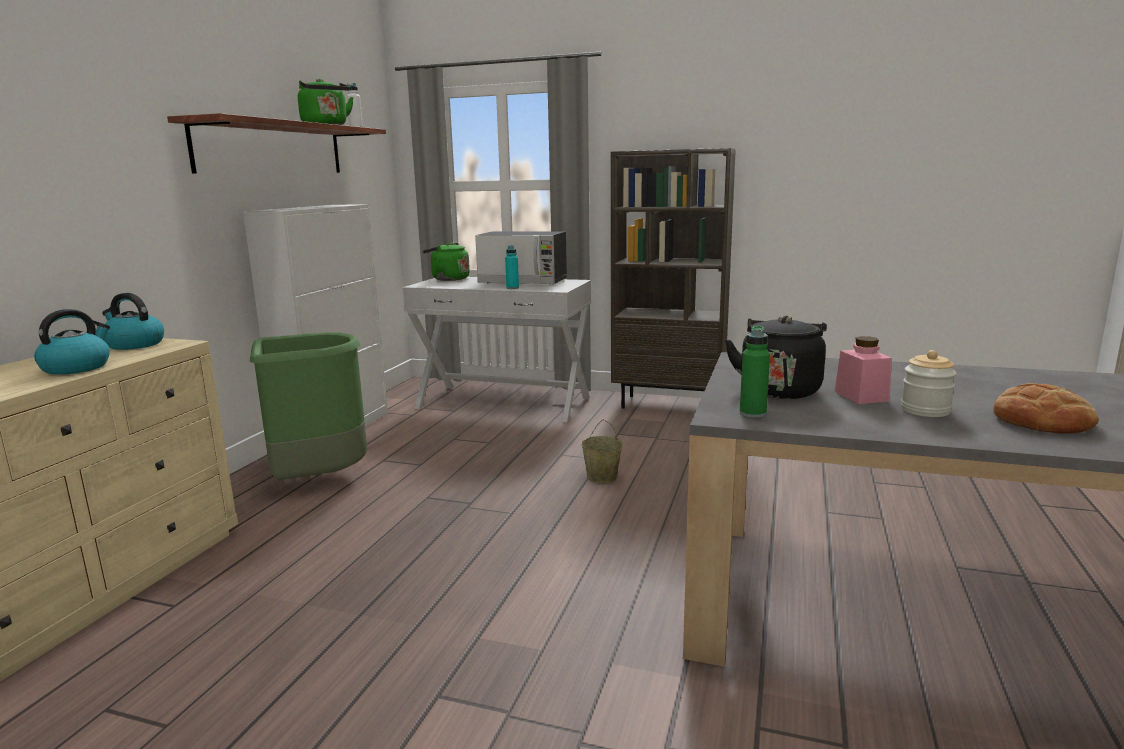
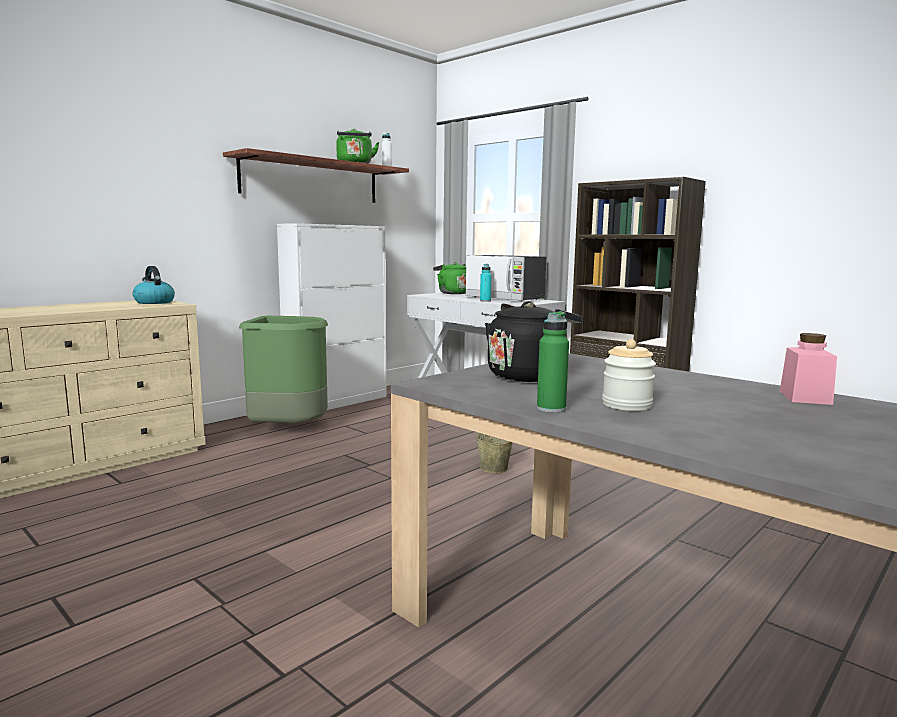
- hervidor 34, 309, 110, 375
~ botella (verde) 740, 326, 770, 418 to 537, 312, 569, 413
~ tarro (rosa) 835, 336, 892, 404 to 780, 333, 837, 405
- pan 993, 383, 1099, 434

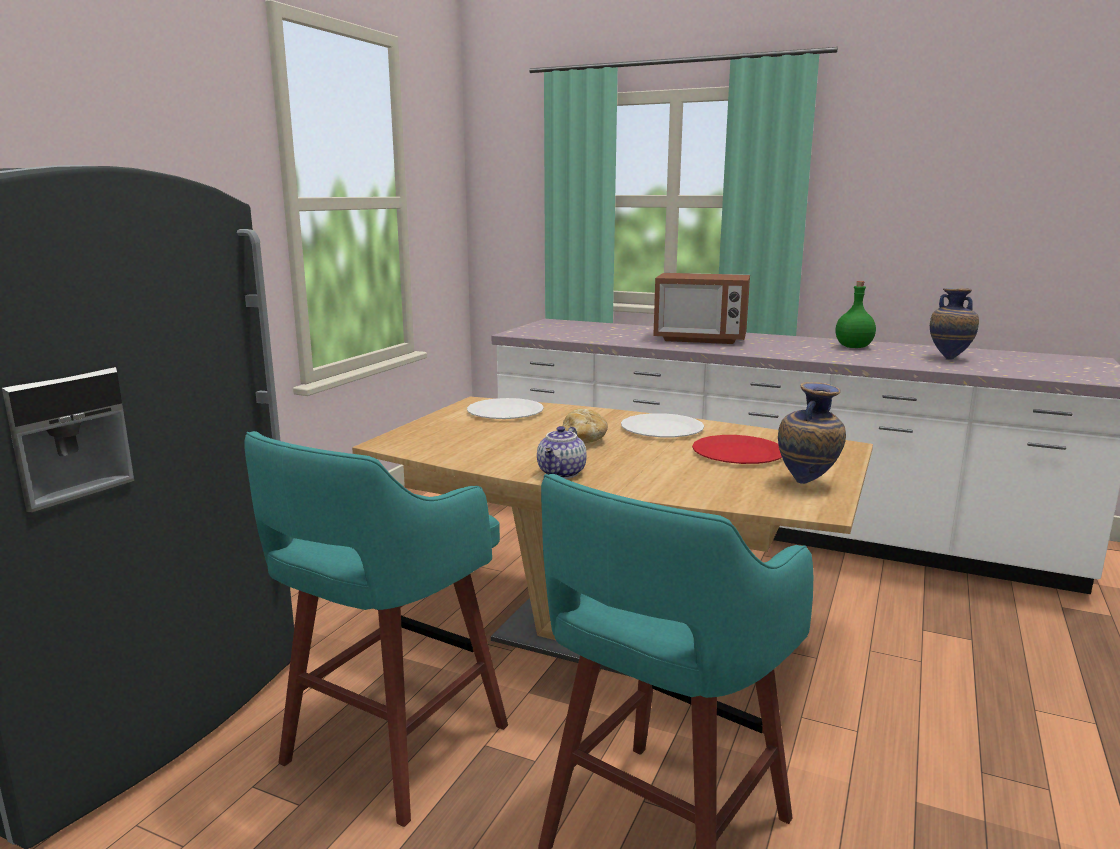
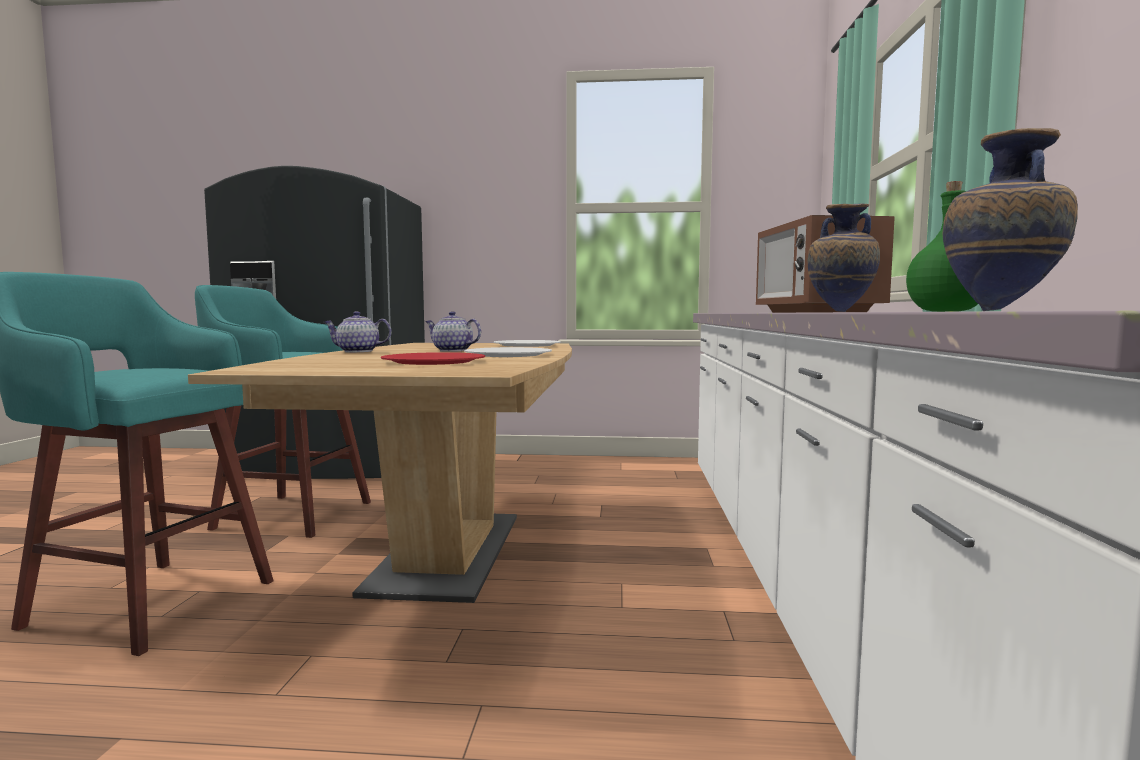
~ pan 562, 408, 608, 443 to tetera 425, 311, 481, 352
~ florero 778, 382, 846, 484 to 808, 203, 880, 312

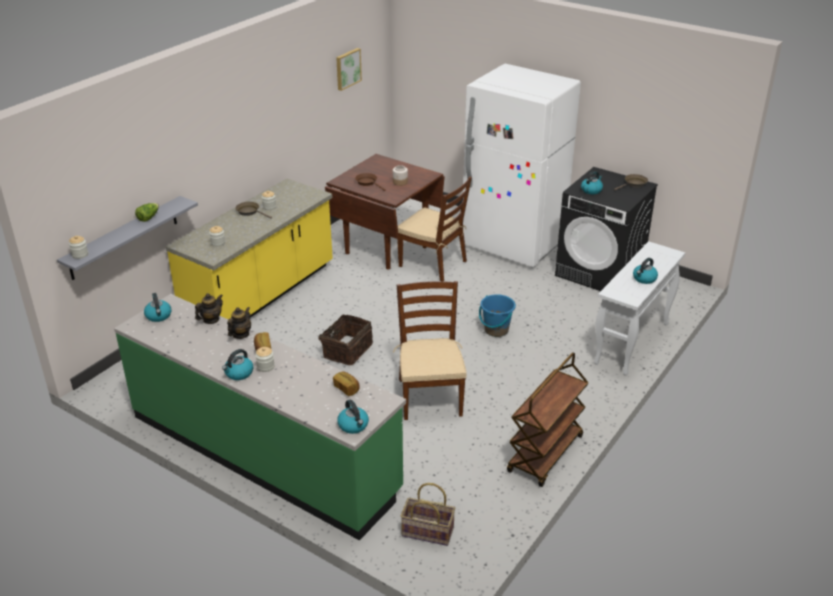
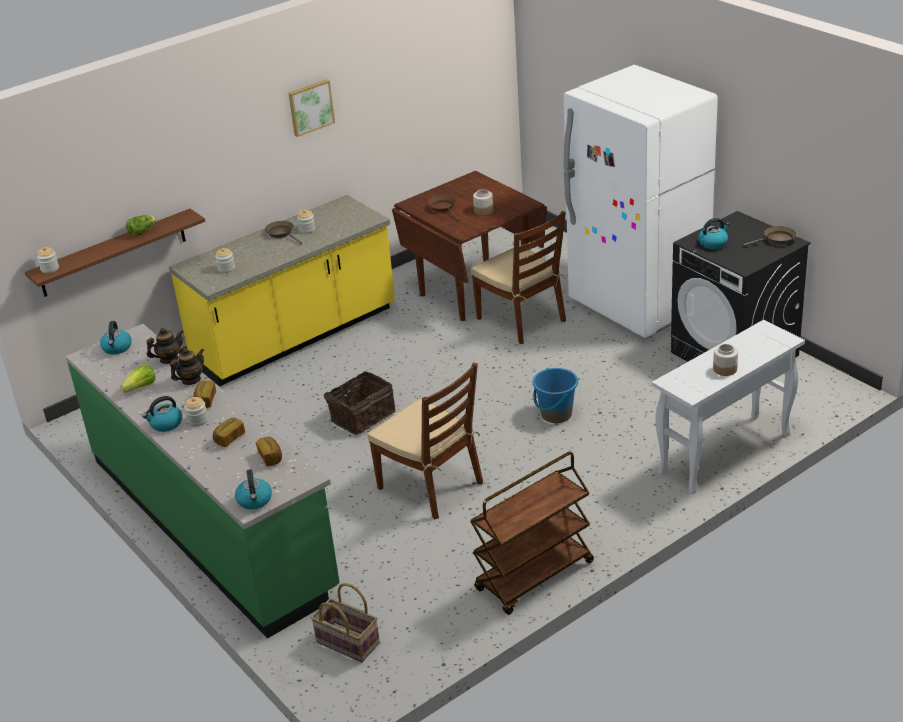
~ estante (gris) 57, 196, 198, 280 to estante (marrón) 25, 209, 205, 297
~ cuadro 336, 48, 362, 91 to 288, 79, 335, 137
~ silla (marrón) 393, 281, 467, 420 = 367, 362, 483, 520 120 degrees clockwise
~ hervidor 633, 258, 658, 284 to tarro 713, 344, 738, 376
+ lechuga 120, 364, 155, 393
+ pan 213, 418, 245, 447

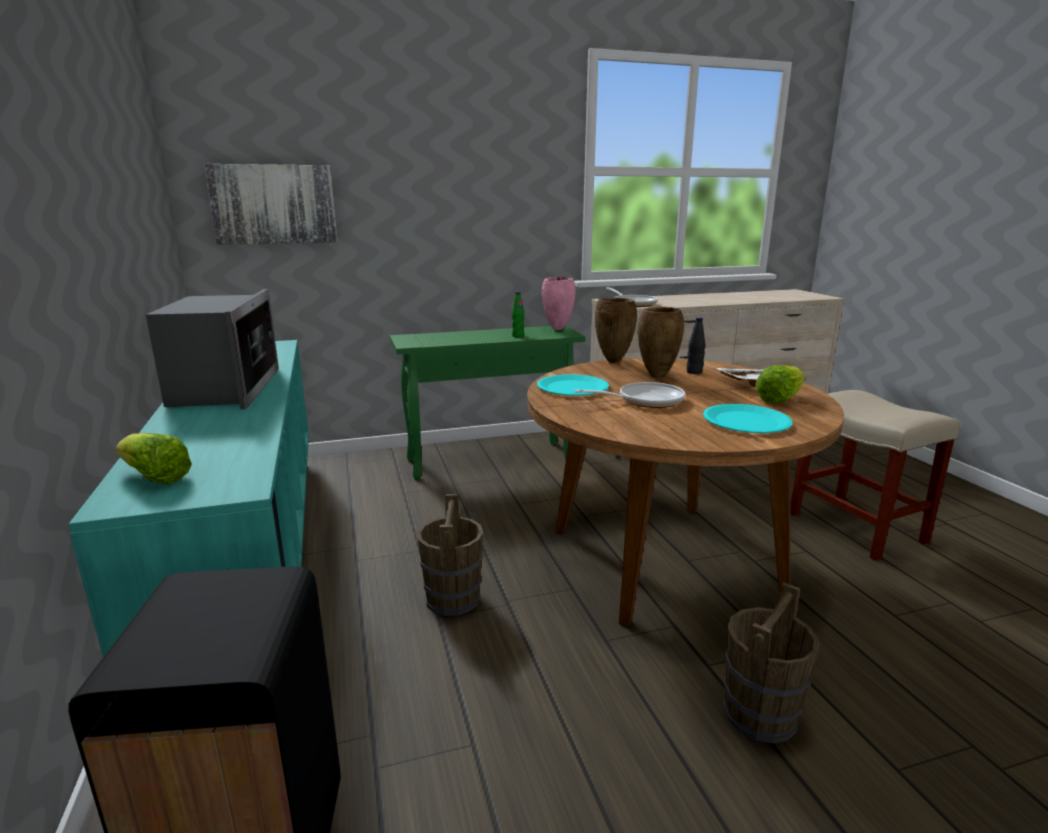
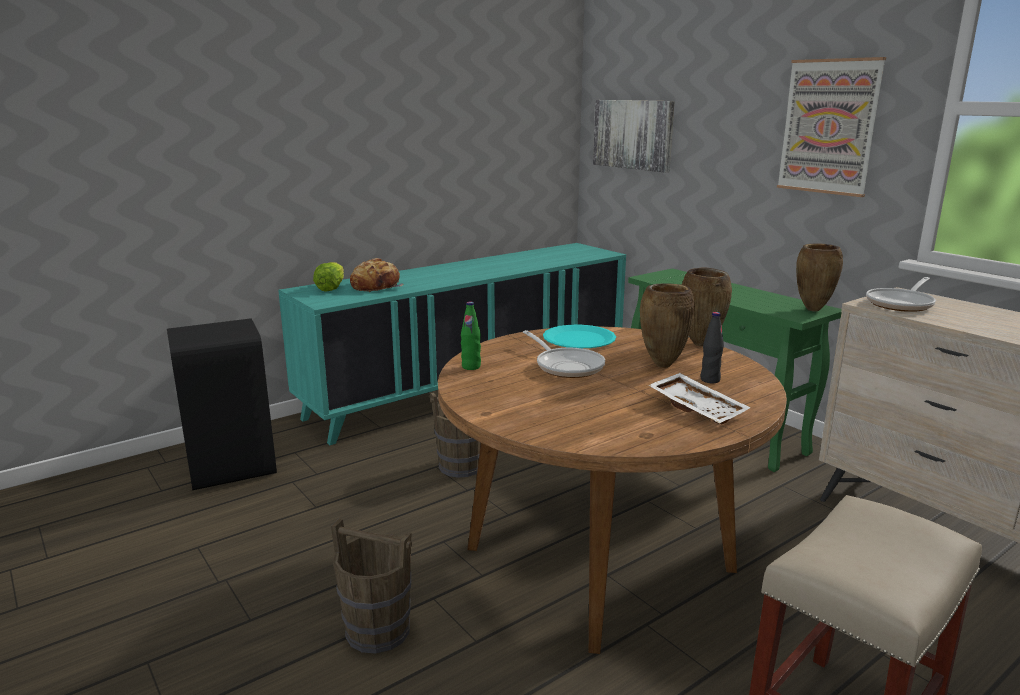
- microondas 146, 289, 279, 409
~ botella (verde) 512, 292, 524, 337 to 461, 302, 481, 370
~ florero (rosa) 542, 277, 575, 330 to florero (marrón) 796, 244, 843, 312
- plato (turquesa) 703, 404, 792, 433
- lechuga 755, 366, 806, 404
+ pan 350, 258, 403, 292
+ cuadro 777, 57, 886, 197

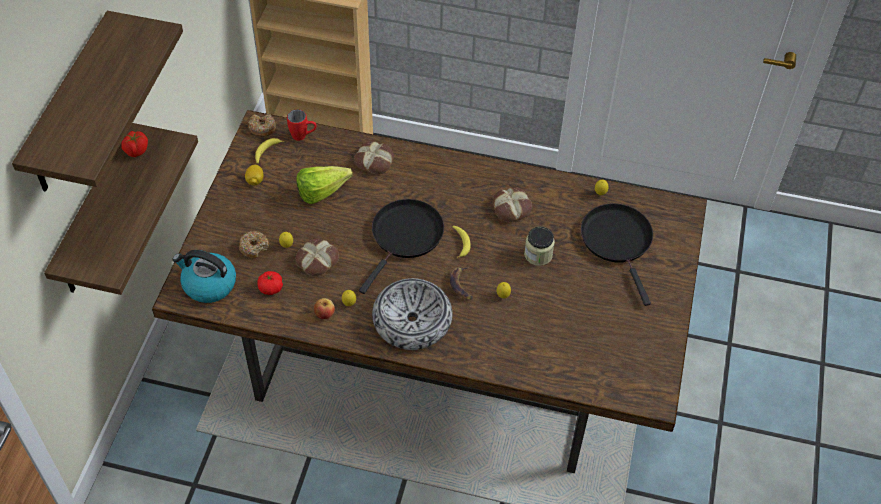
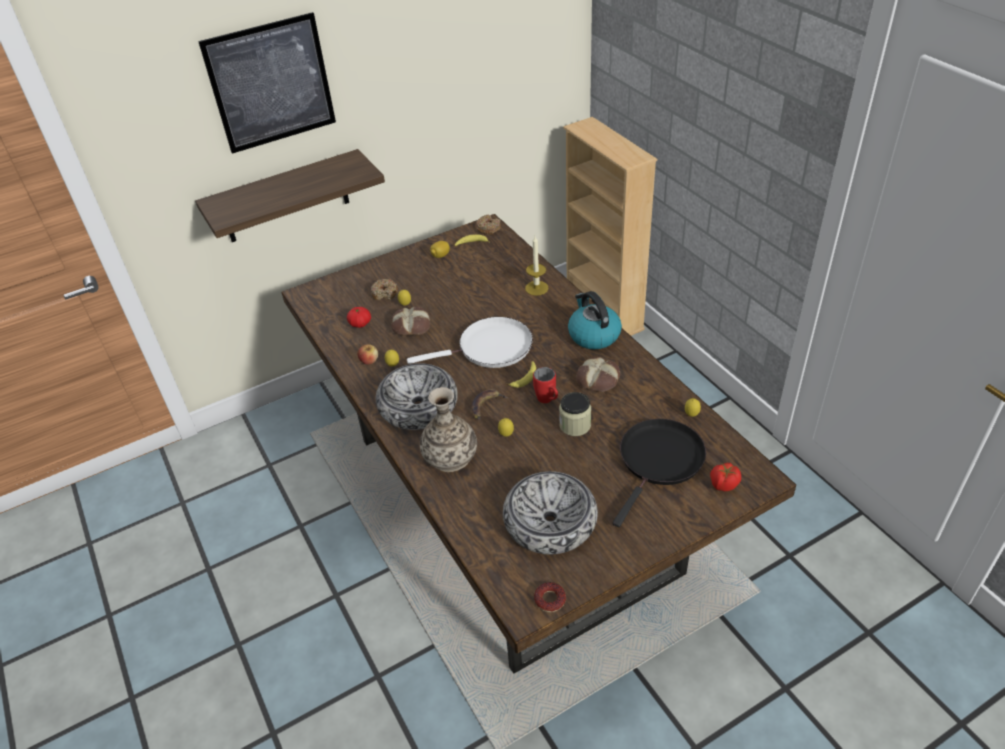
~ estante 12, 11, 183, 192 to cuadro 198, 12, 336, 154
~ tomate 121, 131, 148, 157 to 710, 463, 741, 491
~ hervidor 172, 250, 236, 303 to 568, 291, 622, 349
~ taza grande (rojo) 287, 109, 316, 141 to 533, 367, 558, 403
- lechuga 297, 166, 353, 204
~ pan 354, 141, 394, 174 to vela 525, 236, 549, 296
~ sartén (negro) 359, 199, 444, 294 to sartén (blanco) 407, 317, 533, 368
+ florero 420, 387, 477, 472
+ cuenco 503, 471, 598, 554
+ rosquilla 534, 582, 566, 612

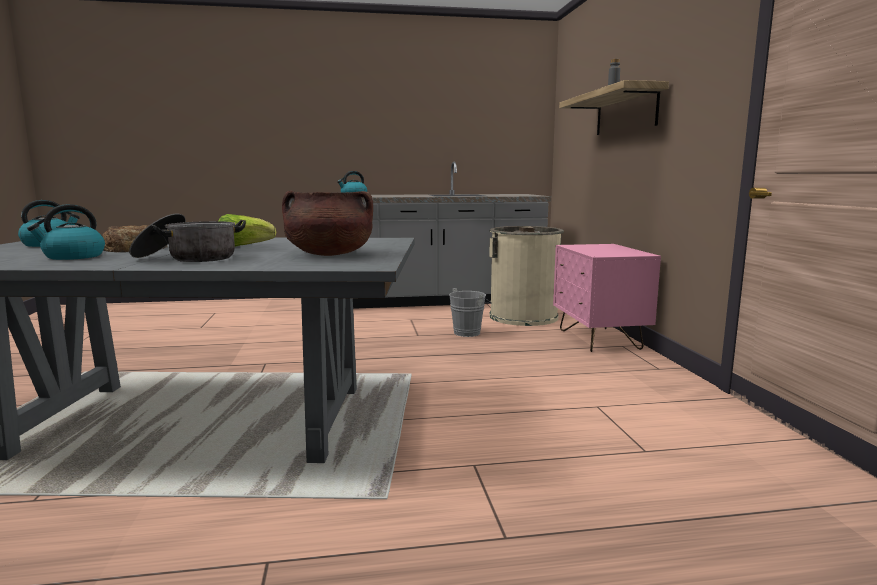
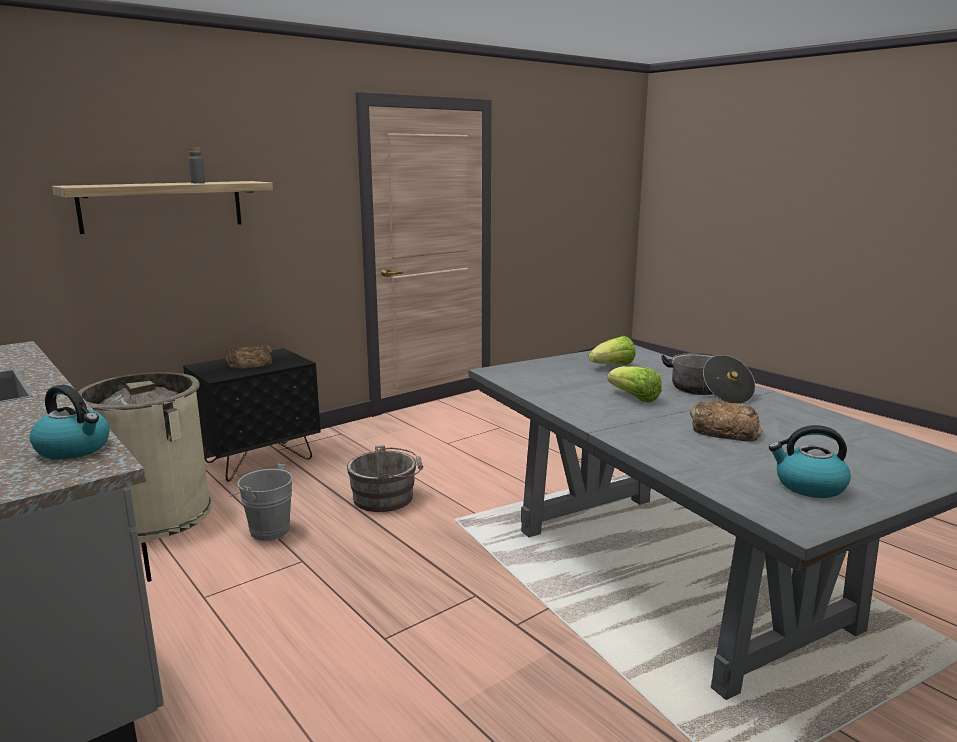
- hervidor 27, 204, 105, 260
~ olla (marrón) 282, 191, 373, 256 to lechuga 589, 336, 636, 365
~ mesita de noche (rosa) 553, 244, 661, 352 to mesita de noche (negro) 183, 348, 321, 482
+ pan 225, 345, 272, 369
+ cubo (gris) 347, 445, 423, 512

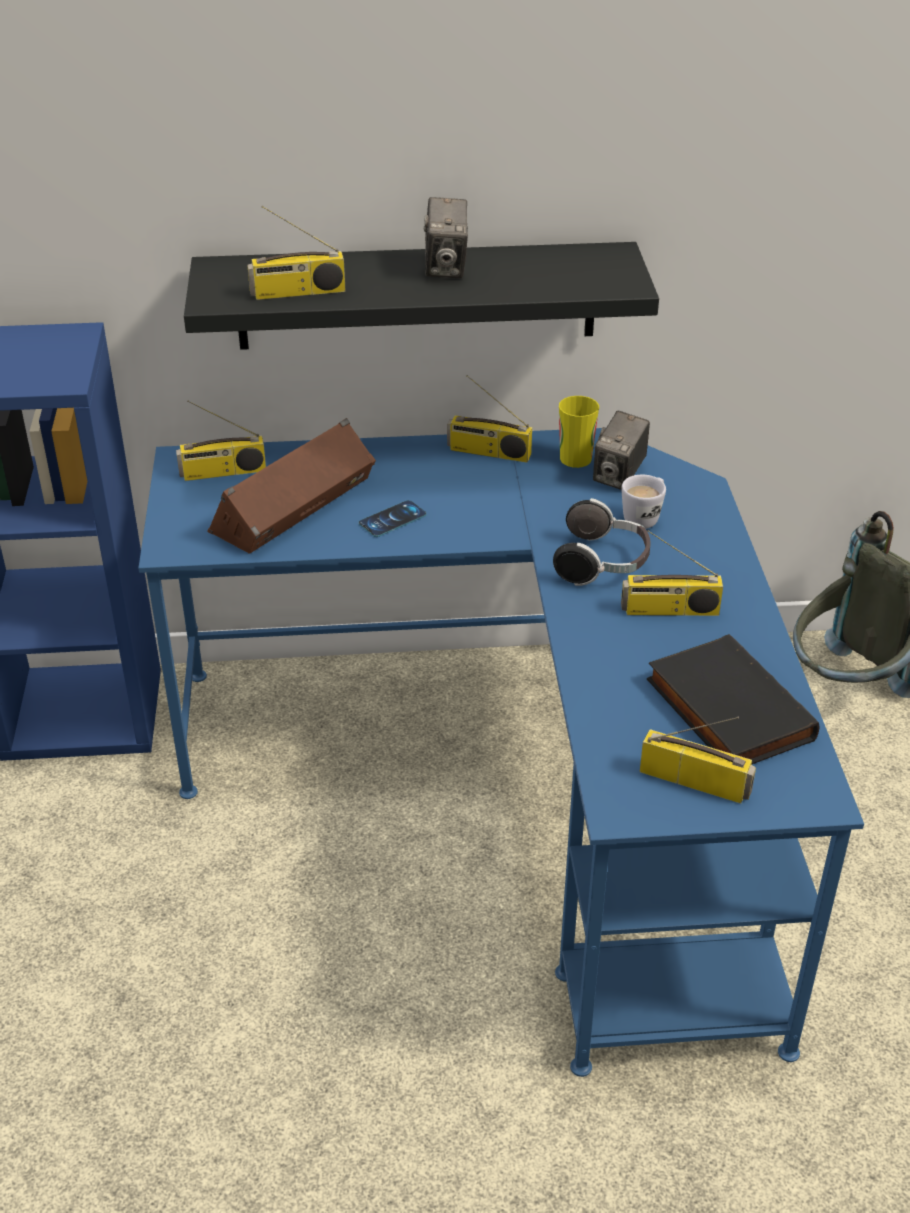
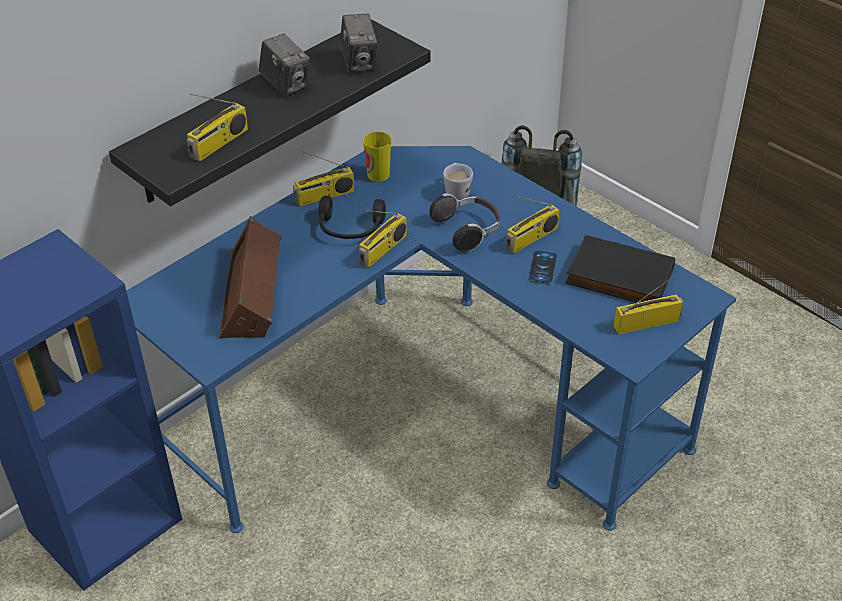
~ radio 176, 401, 266, 481 to 359, 210, 407, 268
~ móvil 358, 500, 427, 537 to 528, 251, 557, 285
~ cámara 593, 411, 650, 490 to 340, 14, 377, 72
+ auriculares (negro) 319, 196, 386, 239

